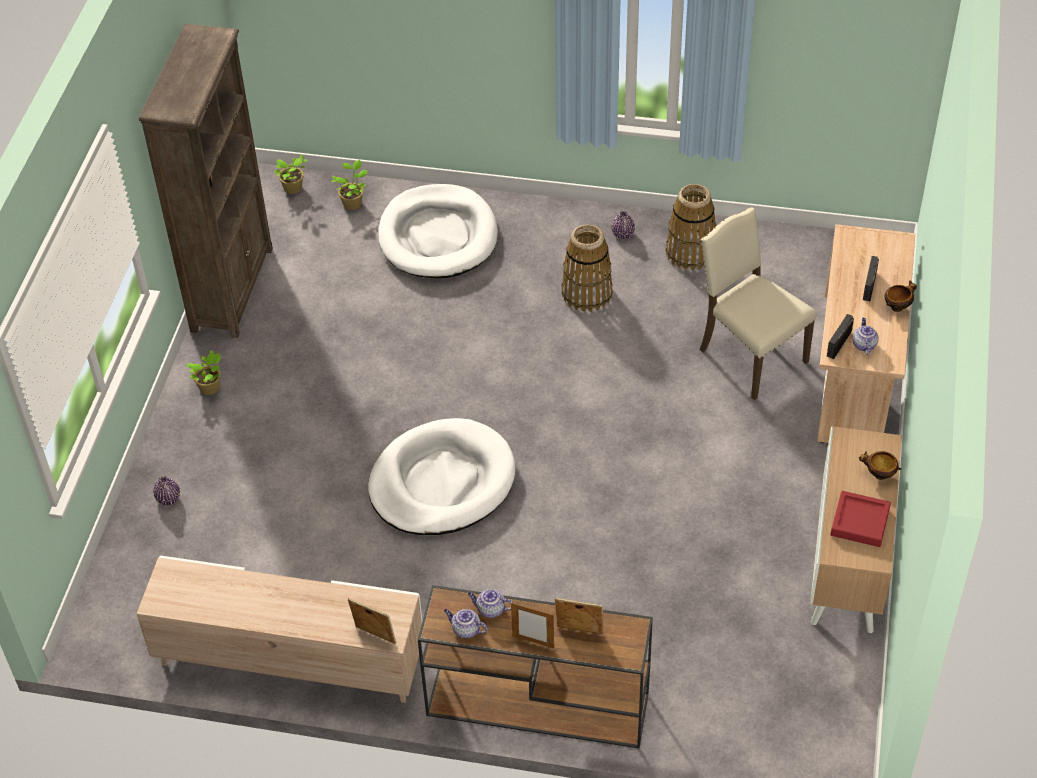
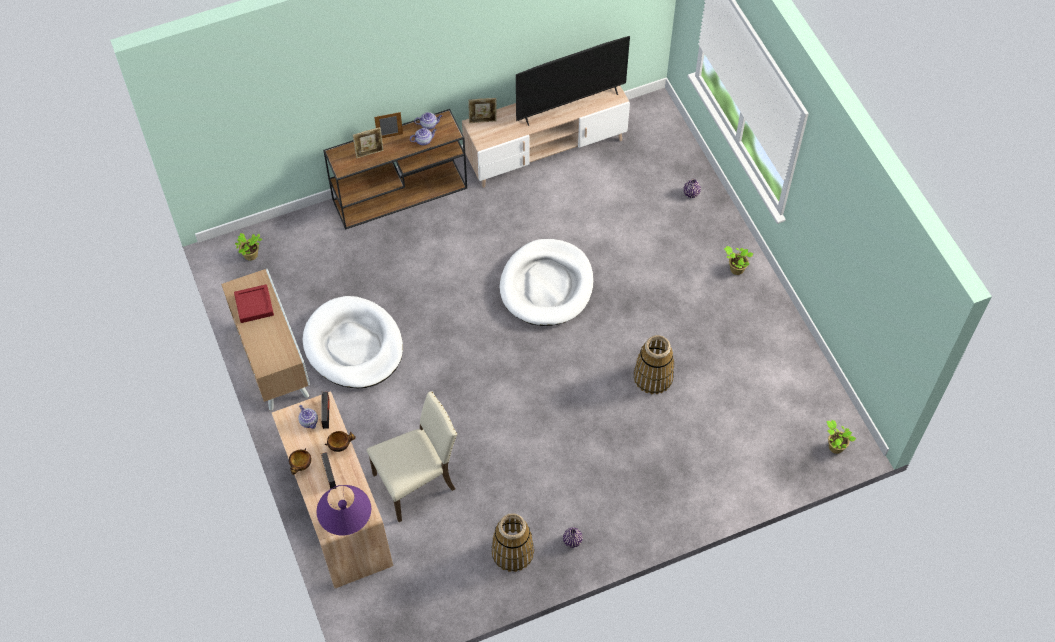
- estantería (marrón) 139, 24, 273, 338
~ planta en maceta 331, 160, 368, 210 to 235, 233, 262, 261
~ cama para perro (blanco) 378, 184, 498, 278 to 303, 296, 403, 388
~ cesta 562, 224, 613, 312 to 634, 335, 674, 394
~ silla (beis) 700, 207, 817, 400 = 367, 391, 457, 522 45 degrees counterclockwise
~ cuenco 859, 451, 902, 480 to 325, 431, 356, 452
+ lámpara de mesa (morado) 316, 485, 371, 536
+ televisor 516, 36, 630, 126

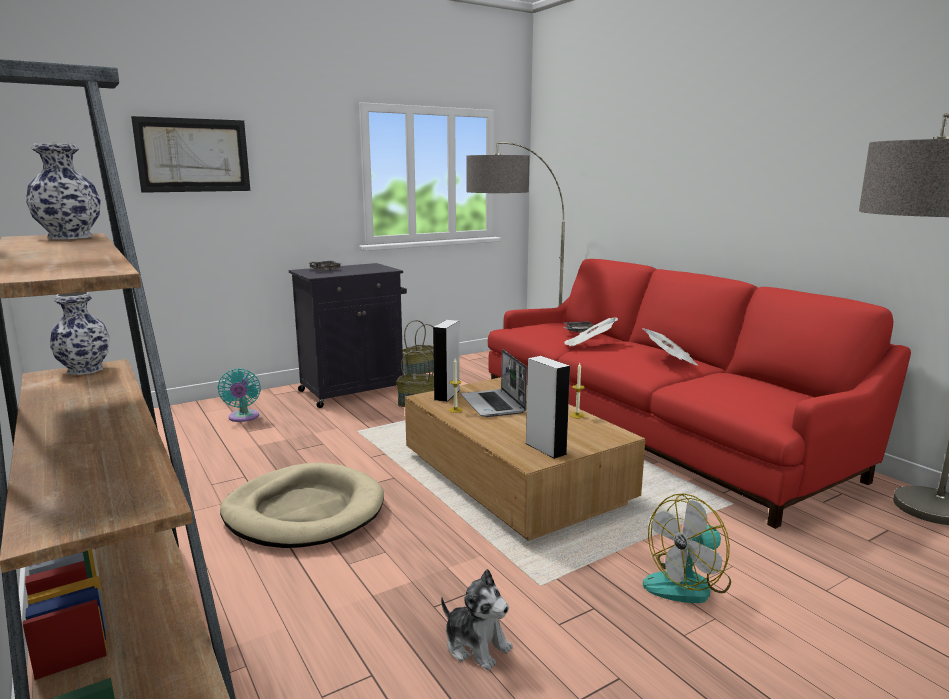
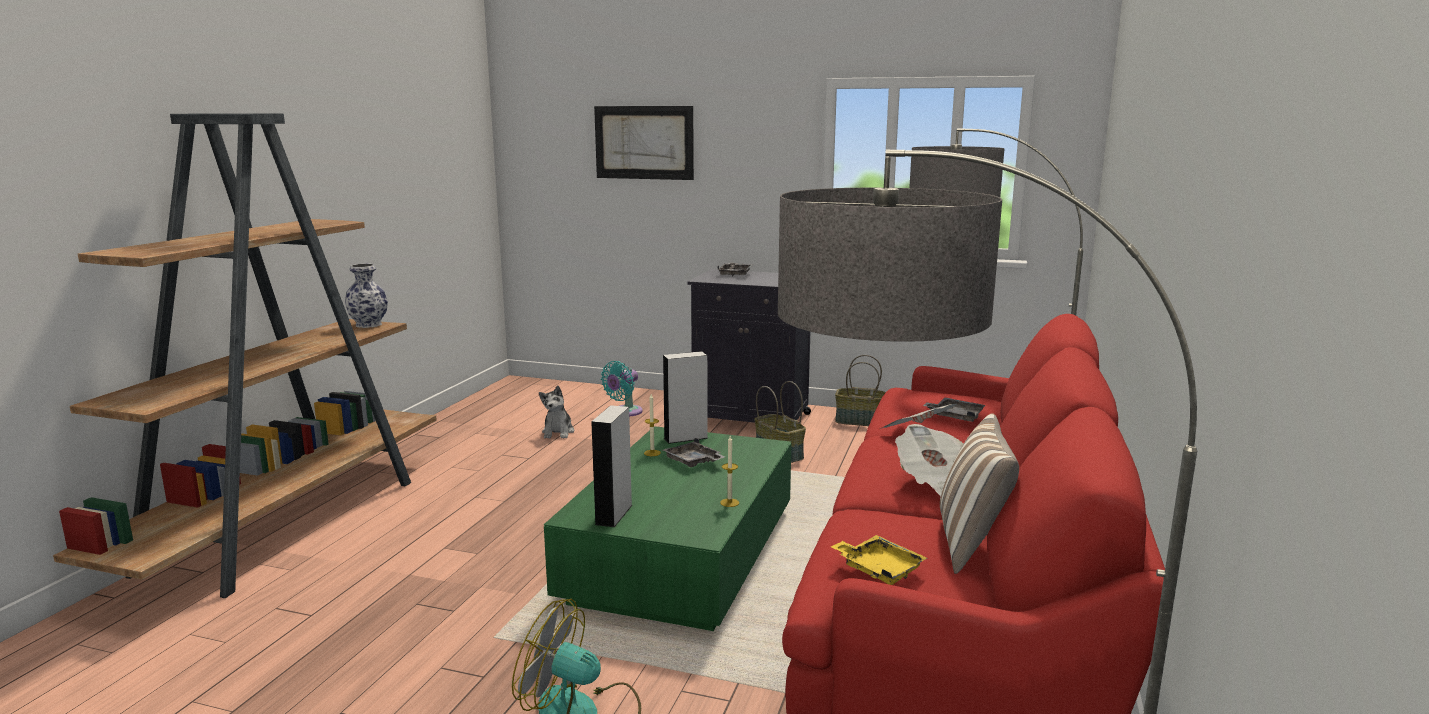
- florero 26, 143, 101, 239
- cama para perro (beis) 220, 463, 384, 548
~ mesa de centro (marrón) 405, 377, 645, 541 to mesa de centro (verde) 544, 426, 792, 631
~ peluche 441, 569, 513, 670 to 539, 386, 574, 438
~ portátil 461, 349, 527, 417 to bandeja (gris) 663, 438, 725, 467
+ bandeja (amarillo) 831, 535, 927, 585
+ cojín 940, 413, 1019, 574

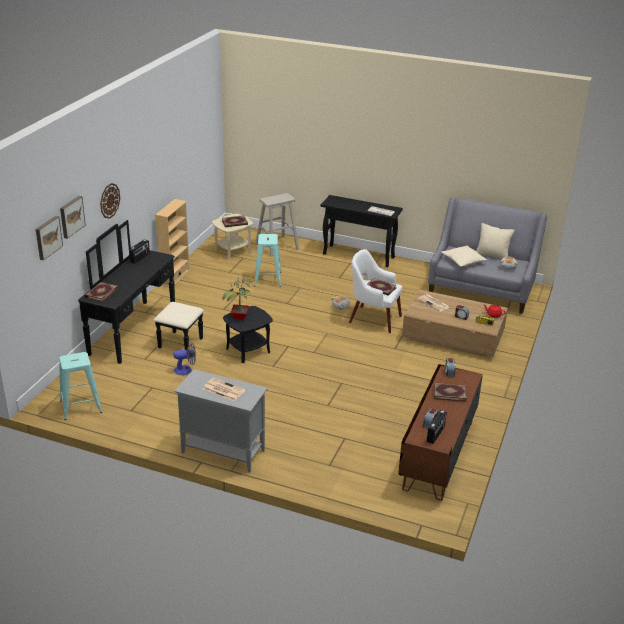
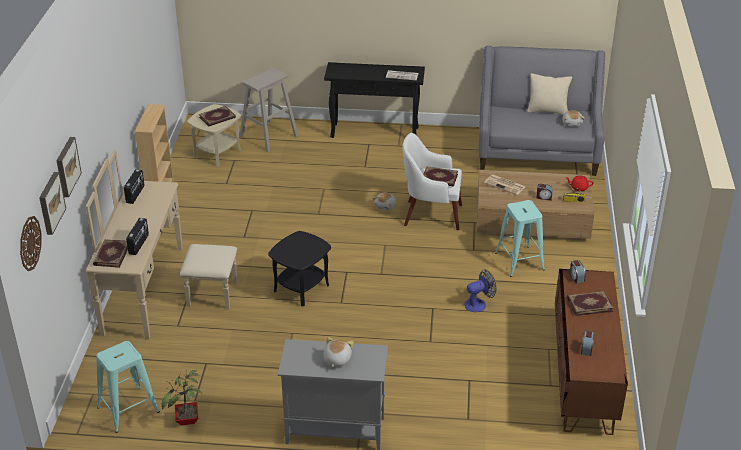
~ cómoda (negro) 78, 220, 204, 364 to cómoda (beis) 86, 150, 237, 339
~ reloj de pared 100, 183, 120, 219 to 20, 216, 42, 271
~ ventilador 173, 342, 196, 375 to 464, 269, 496, 312
~ periódico 203, 378, 245, 401 to peluche 323, 337, 353, 368
~ planta en maceta 222, 278, 251, 319 to 162, 370, 202, 426
~ taburete (turquesa) 254, 234, 281, 287 to 495, 200, 545, 277
~ radio 427, 410, 447, 444 to 126, 218, 149, 255
- cojín (beis) 441, 246, 487, 267

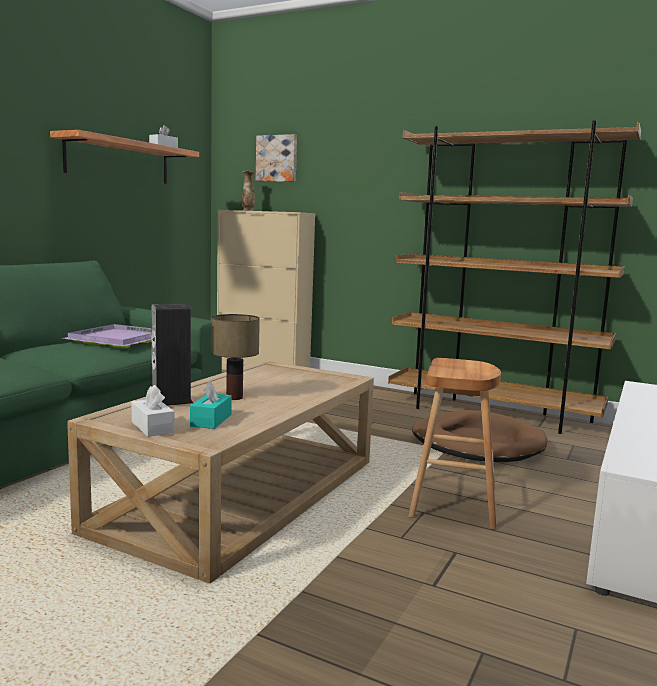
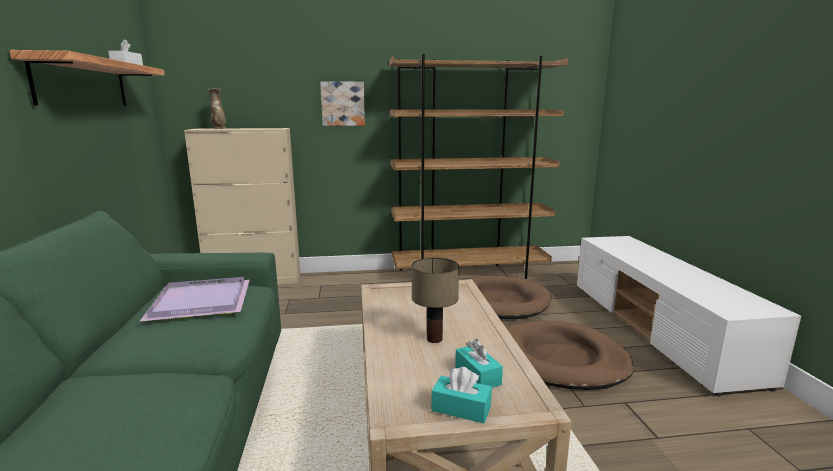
~ caja de pañuelos (blanco) 131, 385, 175, 437 to caja de pañuelos (turquesa) 432, 367, 492, 424
- altavoz 151, 304, 193, 406
~ cuadro 256, 134, 297, 182 to 320, 81, 365, 126
~ taburete (marrón) 409, 358, 501, 530 to cama para perro (marrón) 507, 321, 634, 390

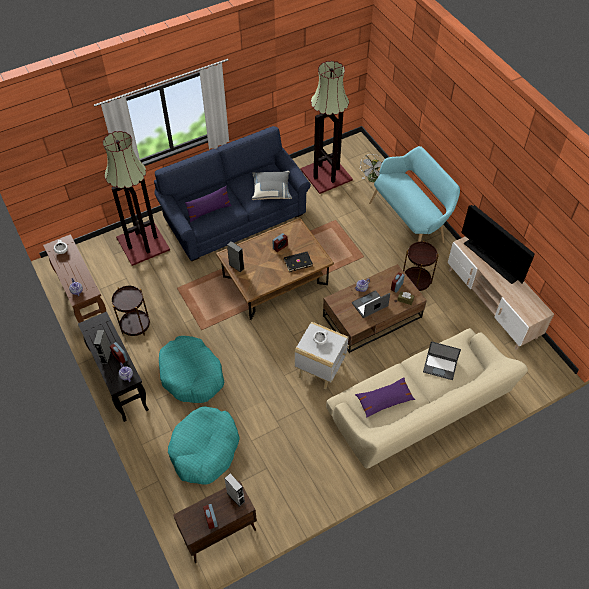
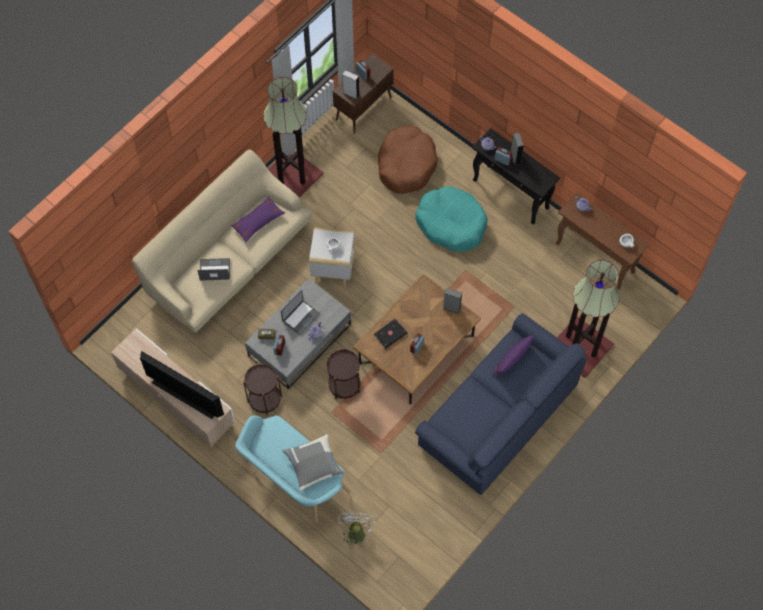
~ mesa auxiliar (marrón) 112, 286, 150, 336 to 327, 350, 360, 399
~ cama para perro (turquesa) 168, 406, 240, 484 to cama para perro (marrón) 378, 125, 438, 194
~ cojín (gris) 252, 171, 292, 200 to 282, 434, 343, 491
~ lámpara de pie 301, 61, 353, 194 to 263, 77, 324, 197
~ mesa de centro (marrón) 323, 264, 427, 353 to mesa de centro (gris) 245, 279, 351, 390

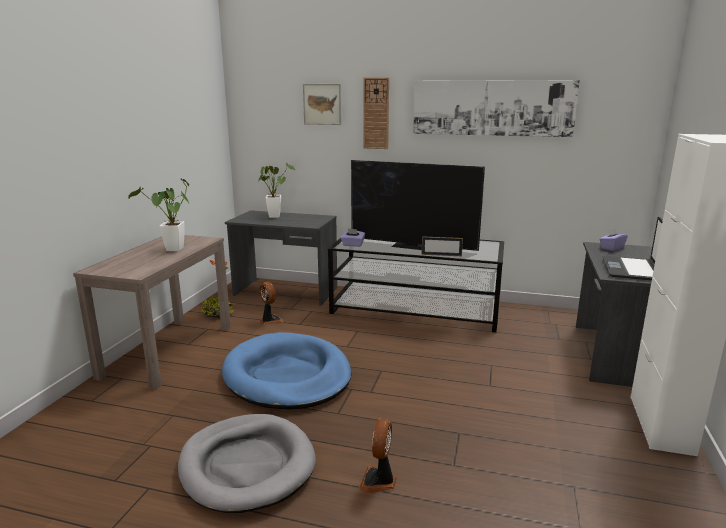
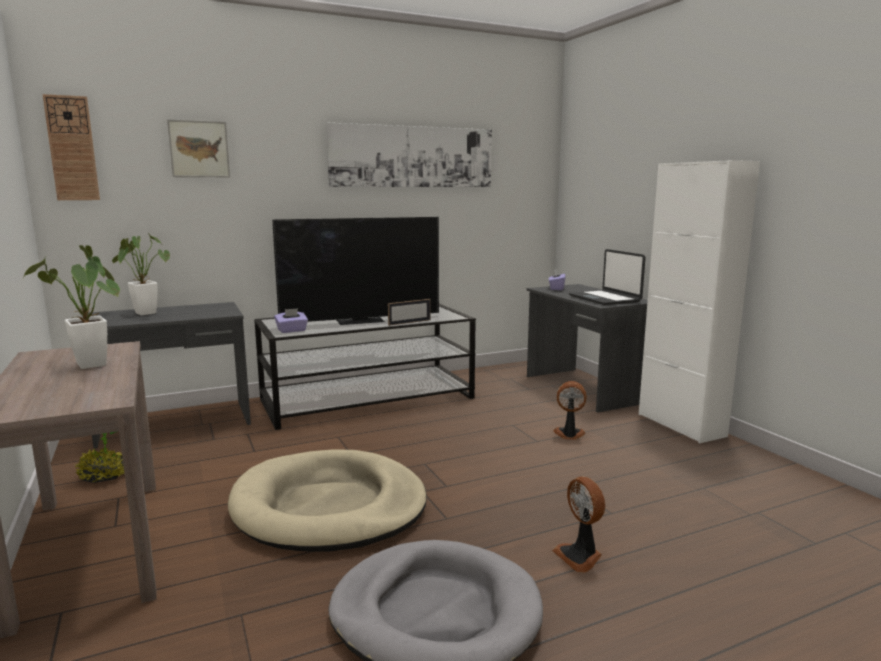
~ cama para perro (azul) 222, 332, 352, 410 to cama para perro (beis) 228, 450, 427, 552
~ ventilador 259, 282, 284, 324 to 553, 381, 587, 440
~ reloj de pared 363, 78, 389, 149 to 42, 94, 100, 200

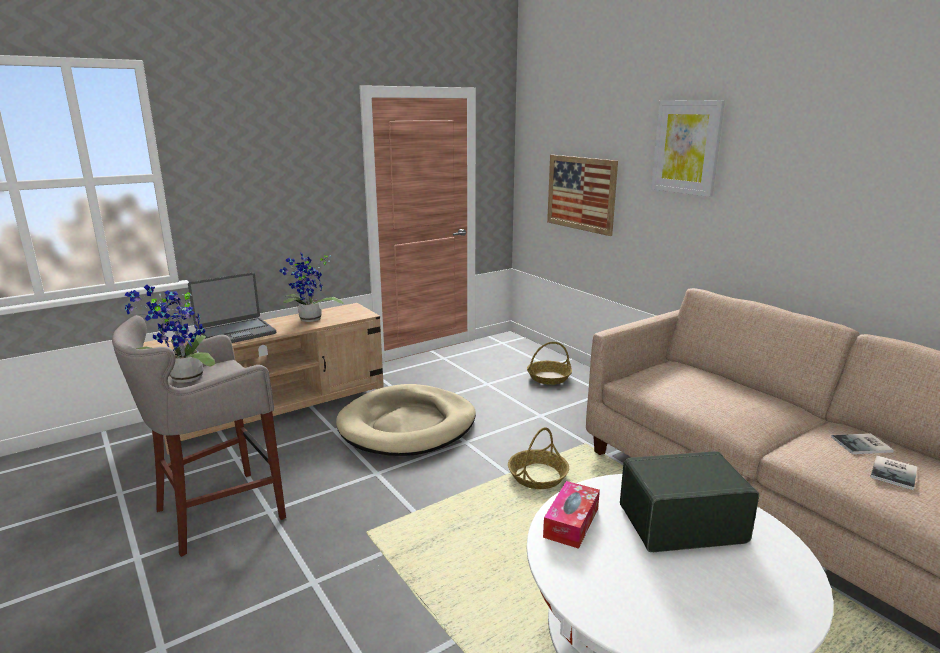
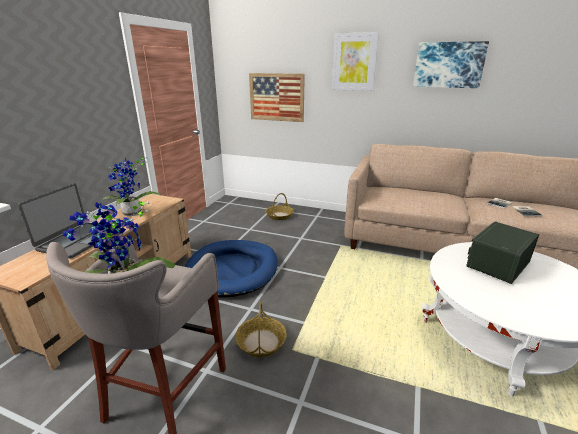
~ cama para perro (beis) 336, 384, 476, 456 to cama para perro (azul) 184, 240, 278, 298
~ cesta 508, 427, 569, 489 to 235, 302, 287, 357
- caja de pañuelos 543, 481, 600, 549
+ cuadro 413, 41, 489, 88

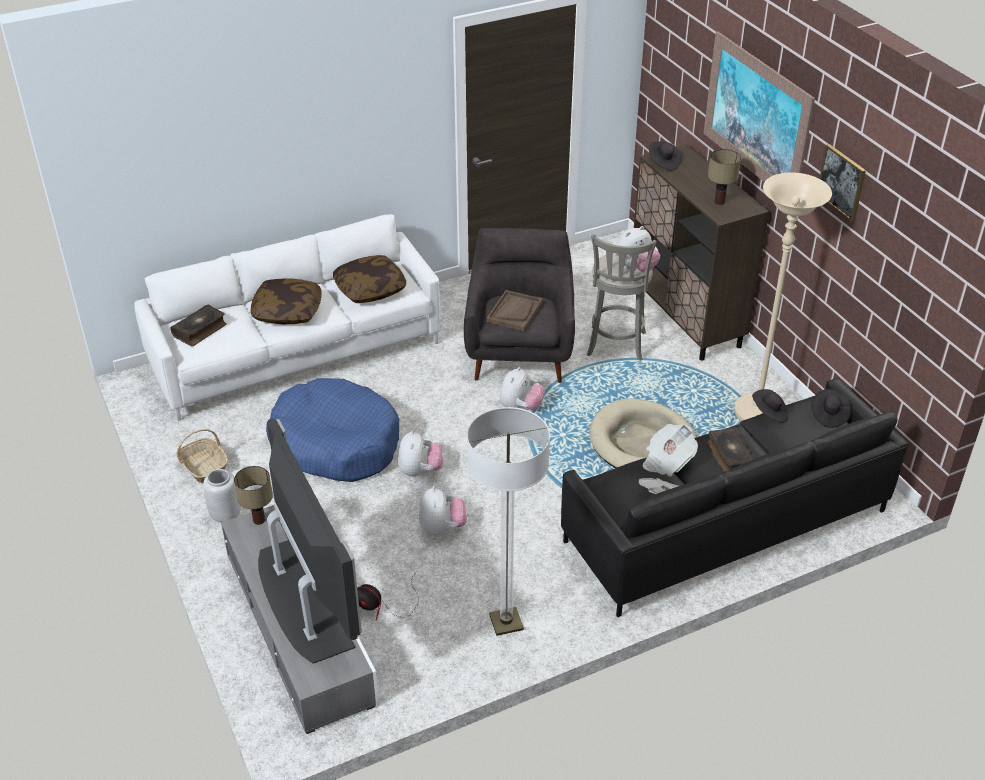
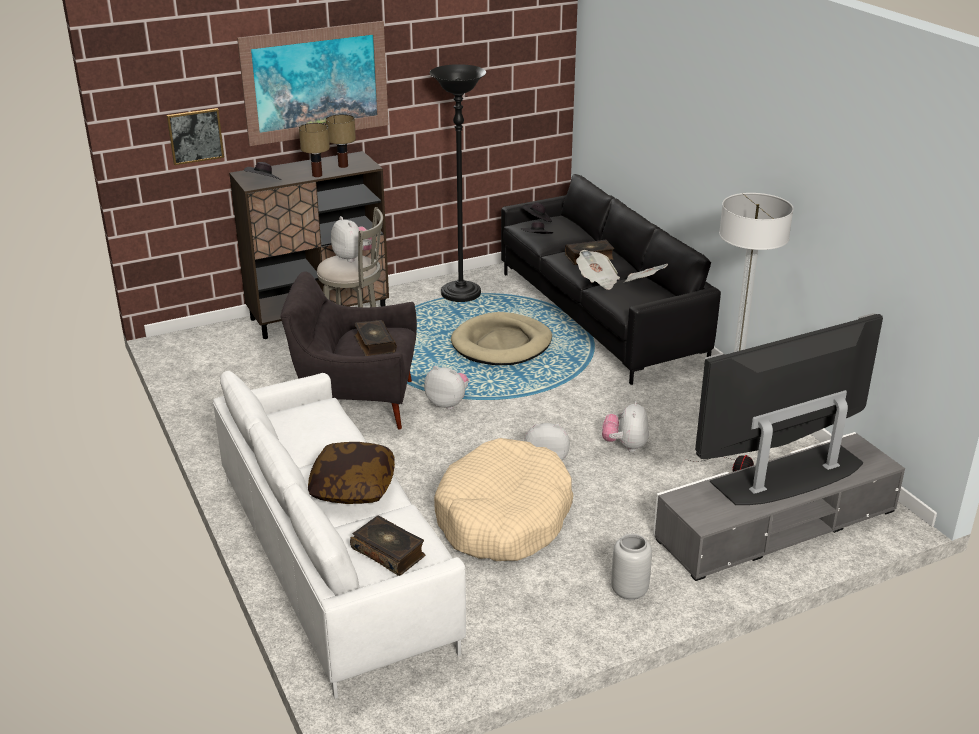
- cesta 176, 429, 228, 483
~ lámpara de mesa 234, 466, 273, 525 to 299, 123, 330, 177
~ cama para perro (azul) 266, 378, 399, 482 to cama para perro (beis) 434, 438, 573, 561
- cojín 333, 255, 406, 303
~ peluche 419, 486, 467, 535 = 602, 401, 649, 452 75 degrees counterclockwise
~ bandeja (marrón) 487, 290, 543, 331 to libro 355, 320, 397, 356
~ lámpara de pie (beis) 734, 172, 832, 421 to lámpara de pie (negro) 430, 64, 486, 302
~ cuadro 819, 144, 866, 221 to 167, 108, 224, 165

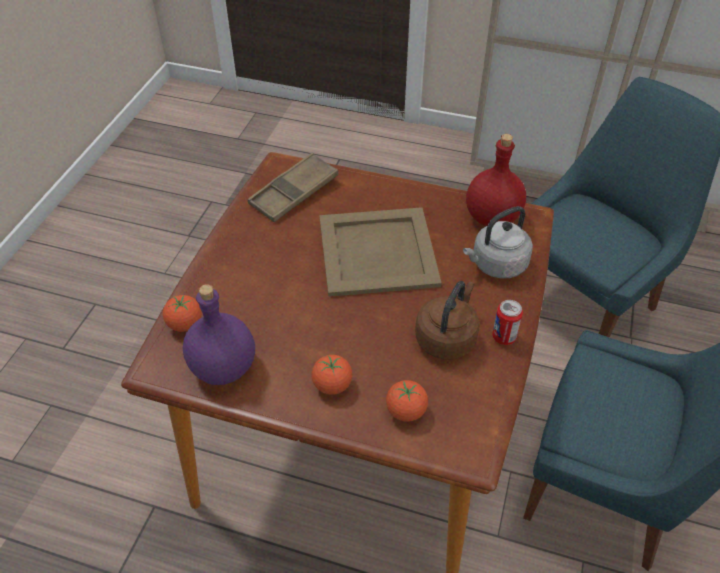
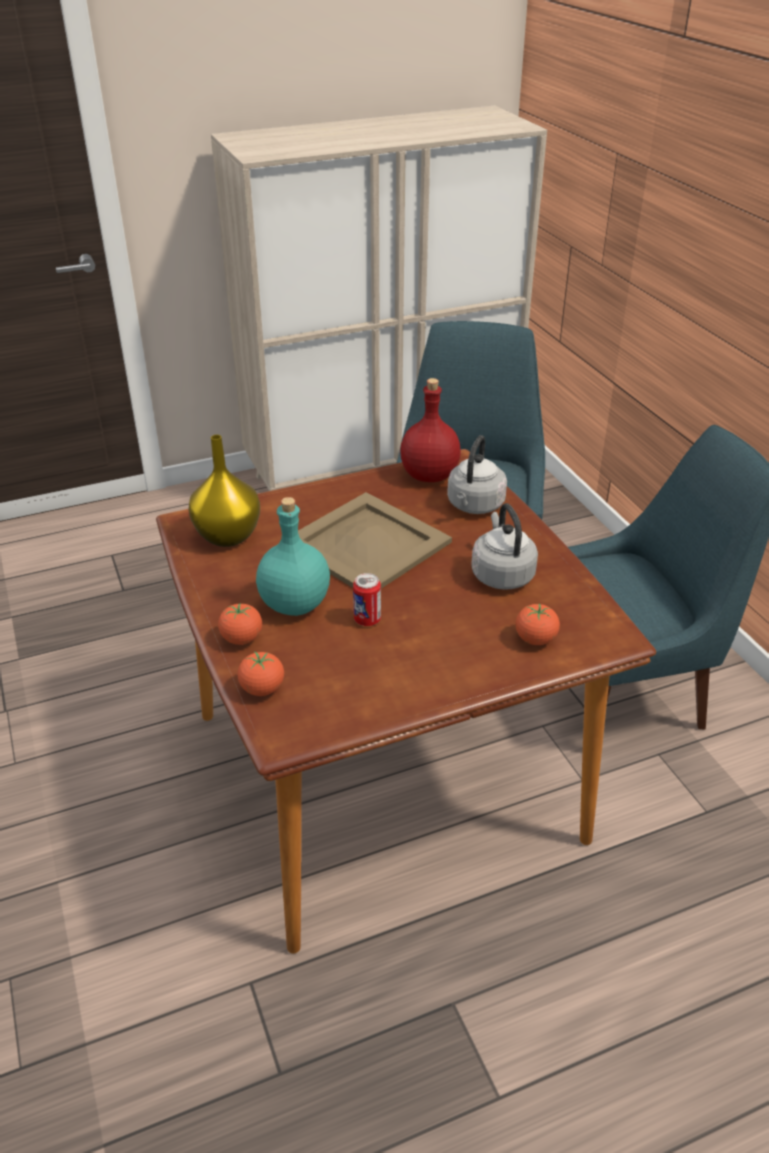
- botella (morado) 183, 284, 255, 385
~ bandeja (marrón) 248, 153, 339, 222 to florero (amarillo) 188, 435, 260, 547
~ tomate 311, 355, 352, 395 to 218, 602, 262, 645
~ hervidor (marrón) 415, 281, 480, 360 to hervidor (gris) 471, 503, 538, 590
~ lata 492, 300, 523, 345 to 353, 573, 381, 626
+ botella (turquesa) 256, 497, 330, 616

